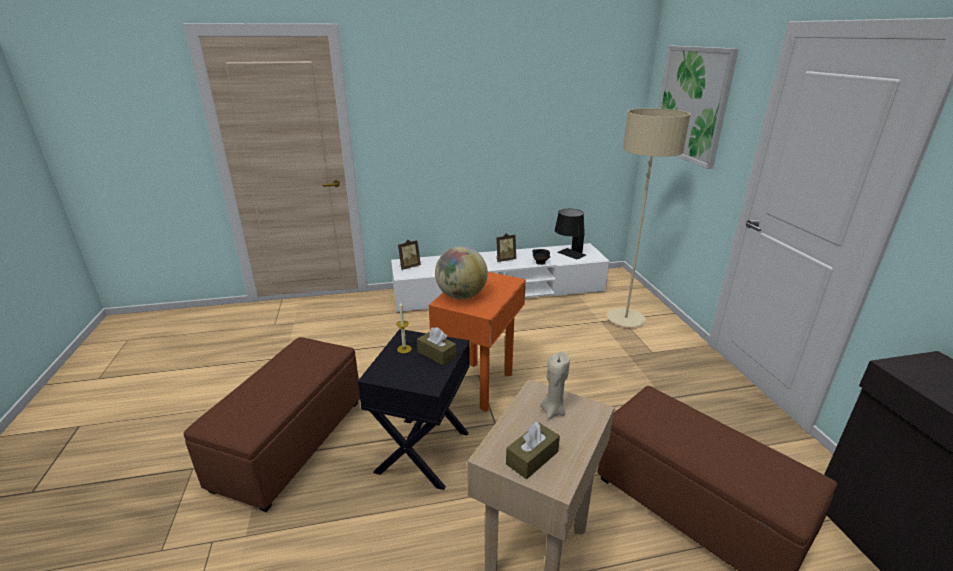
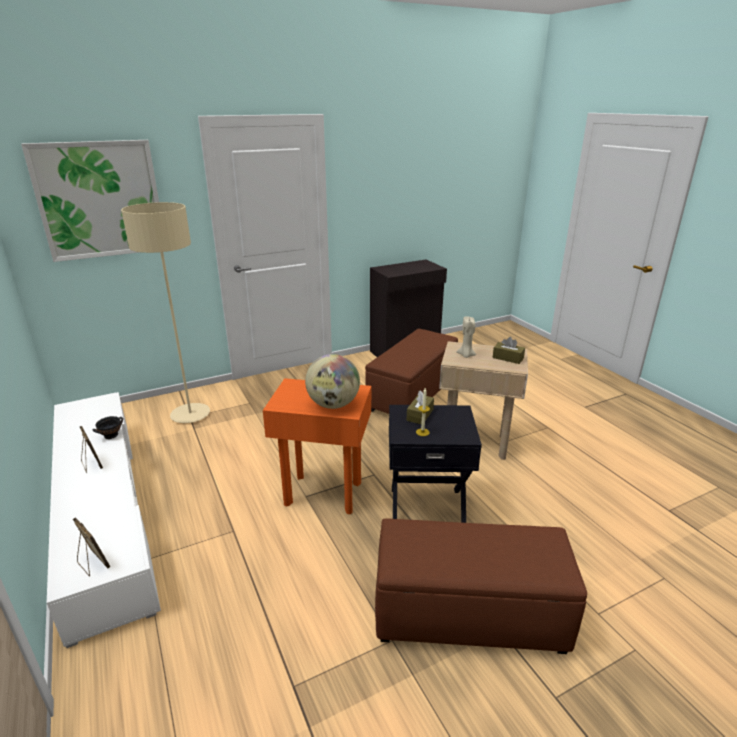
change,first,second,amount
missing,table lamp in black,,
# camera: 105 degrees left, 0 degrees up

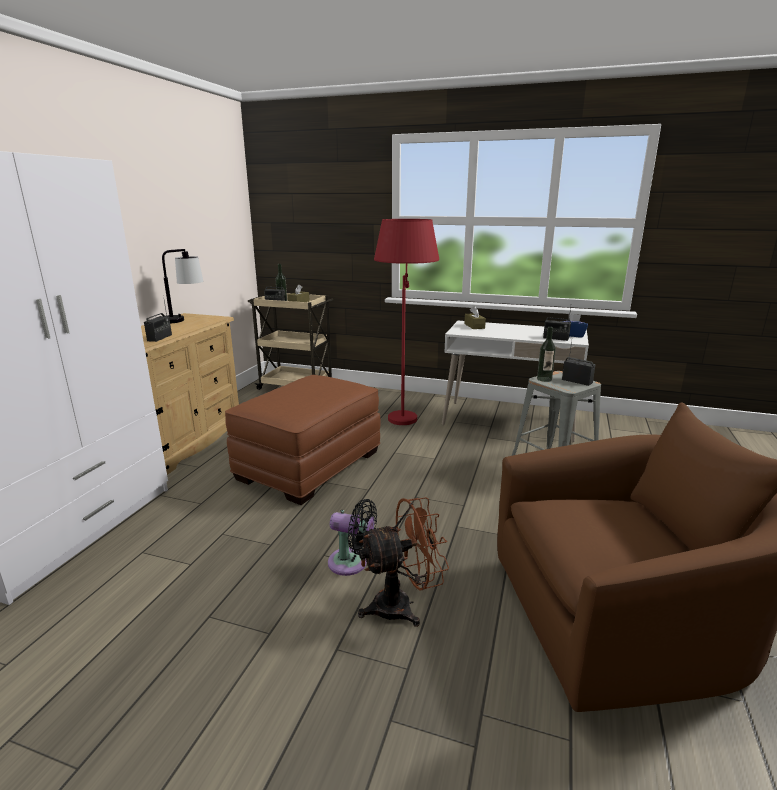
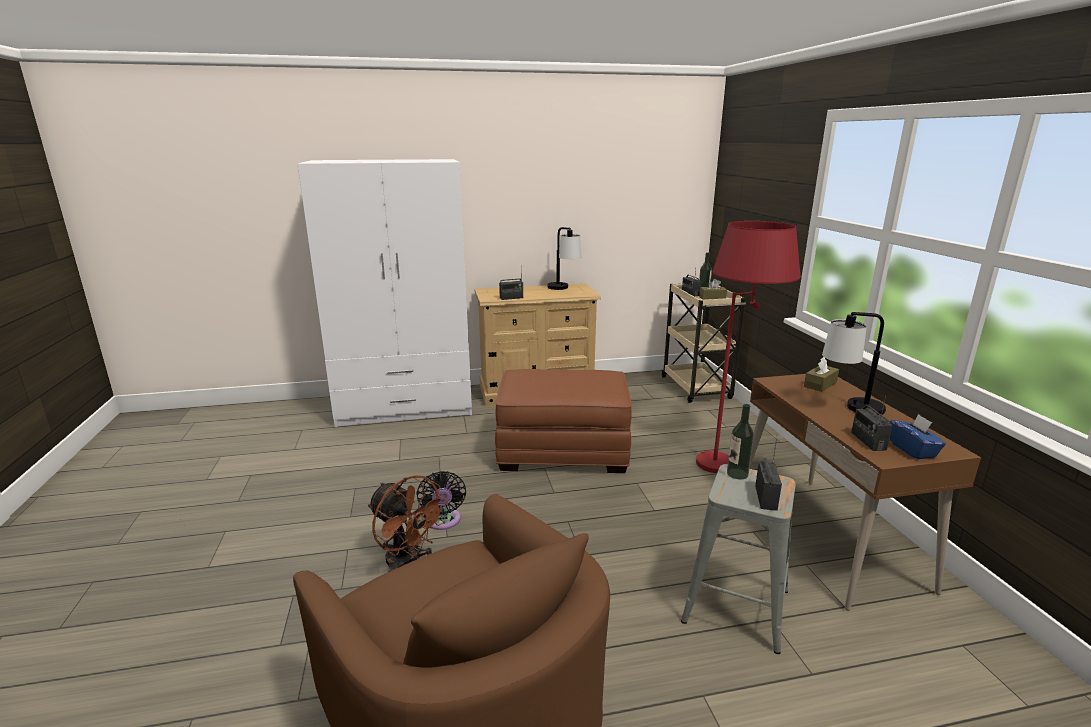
change,first,second,amount
colour,desk in white,desk in brown,
appeared,,table lamp (no. 2 from left),
# camera: 60 degrees right, 0 degrees up

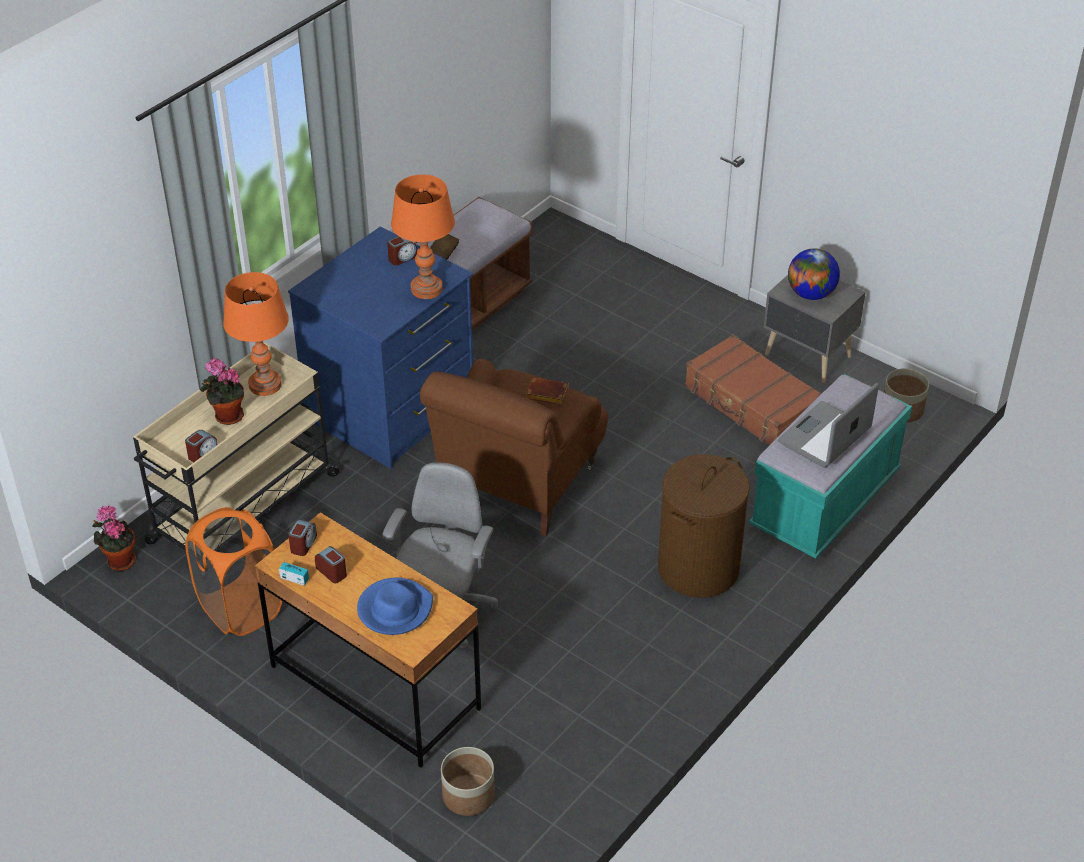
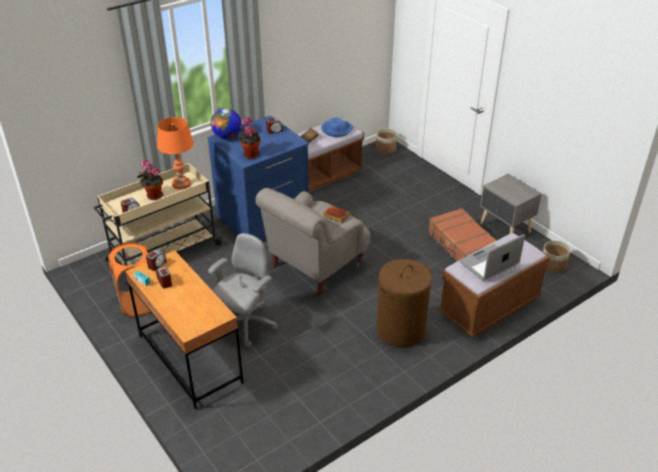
change,first,second,amount
missing,table lamp in orange (no. 2 from left),,
relocated,globe,,
colour,armchair in brown,armchair in grey,
colour,bench in turquoise,bench in brown (no. 2 from left),
relocated,potted plant (no. 1 from left in the first image),potted plant (no. 2 from left),
relocated,hat in blue,,
relocated,planter (no. 1 from left),,
# camera: 15 degrees right, 5 degrees down

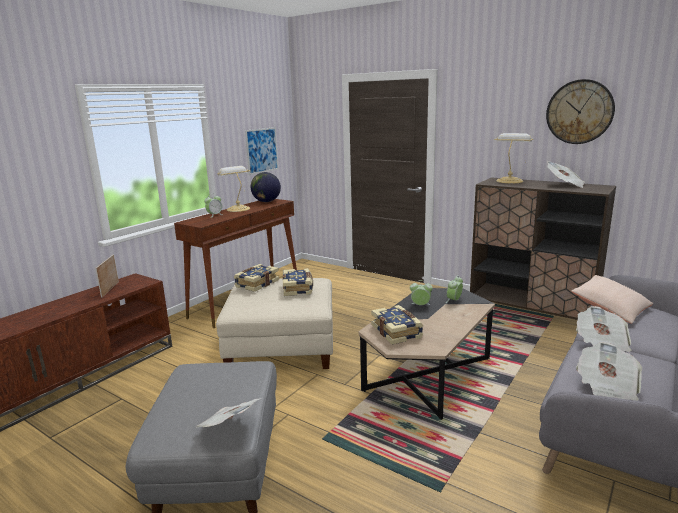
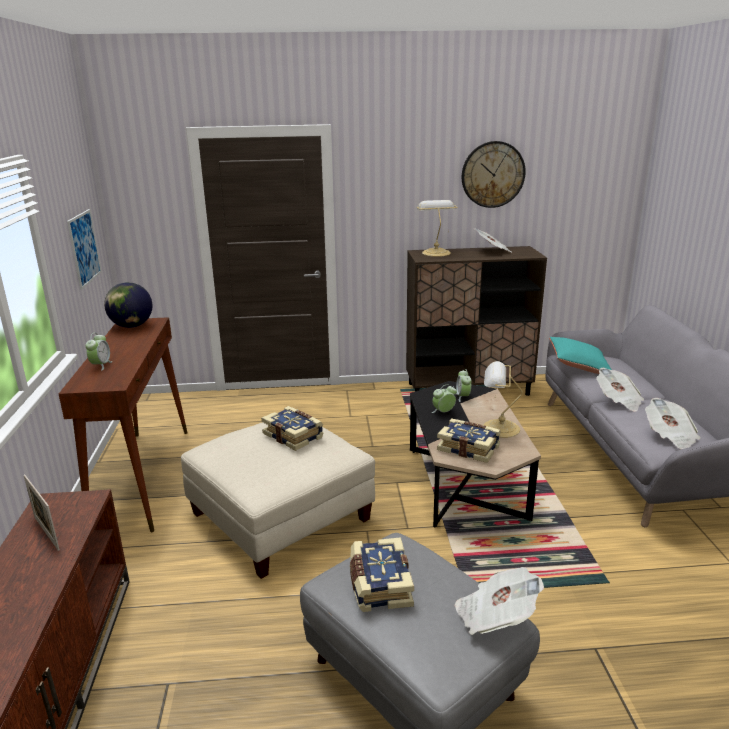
change,first,second,amount
relocated,table lamp (no. 1 from left in the first image),table lamp (no. 2 from left),
relocated,book (no. 1 from left in the first image),book (no. 2 from left),
colour,pillow in beige,pillow in turquoise,
# camera: 40 degrees left, 5 degrees up

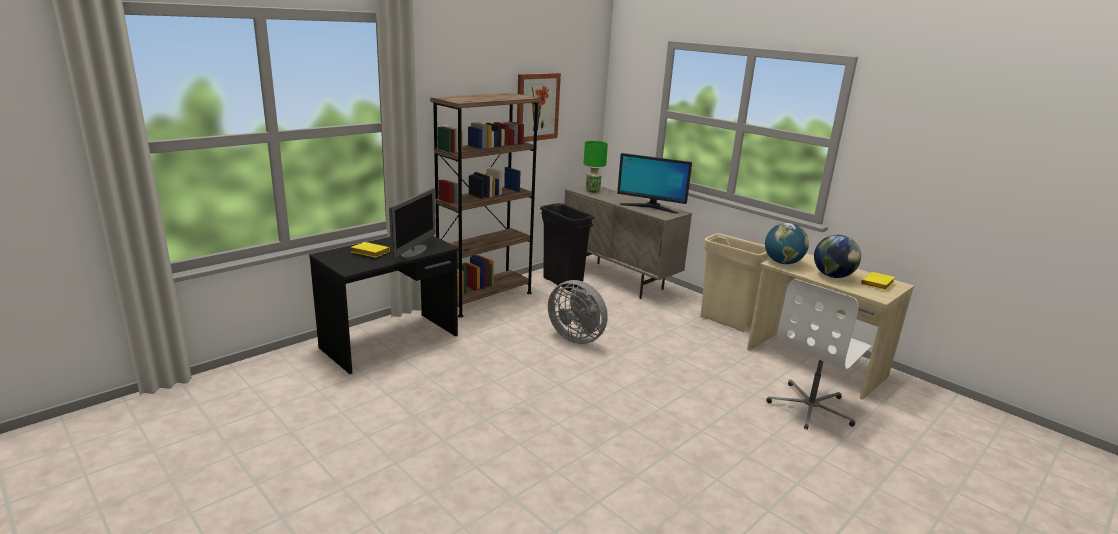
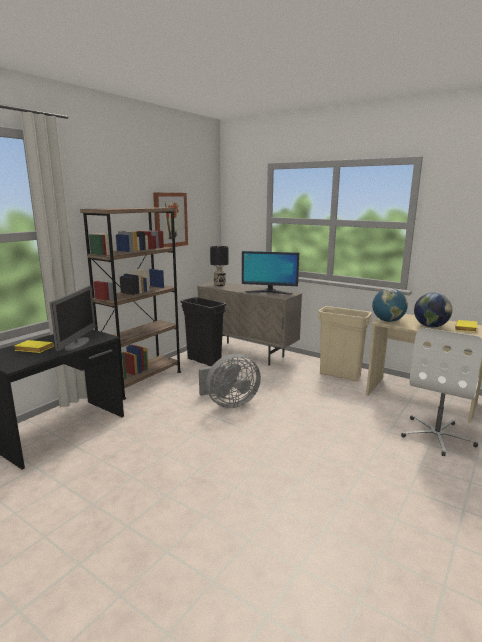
change,first,second,amount
colour,table lamp in green,table lamp in black,
spun,fan in grey,,45 degrees counterclockwise
# camera: 10 degrees left, 5 degrees down

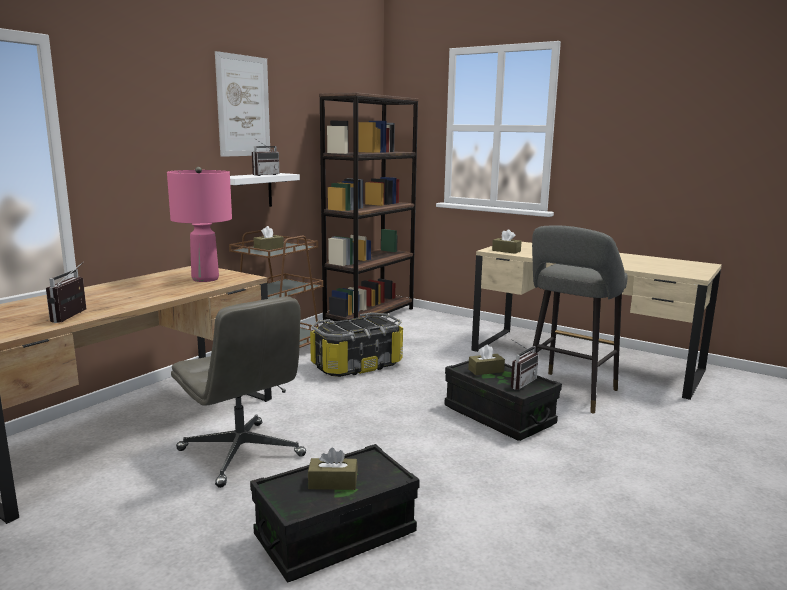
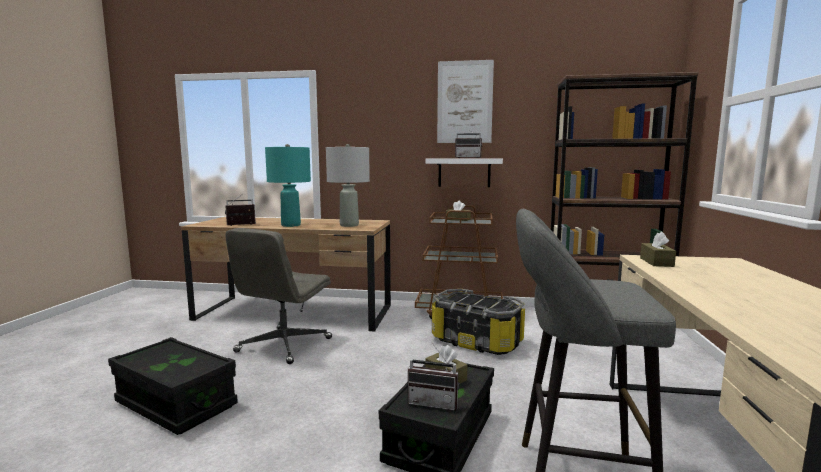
change,first,second,amount
colour,table lamp in pink,table lamp in grey,
missing,tissue box in brown (no. 2 from left),,
appeared,,table lamp in turquoise,
# camera: 65 degrees right, 5 degrees down

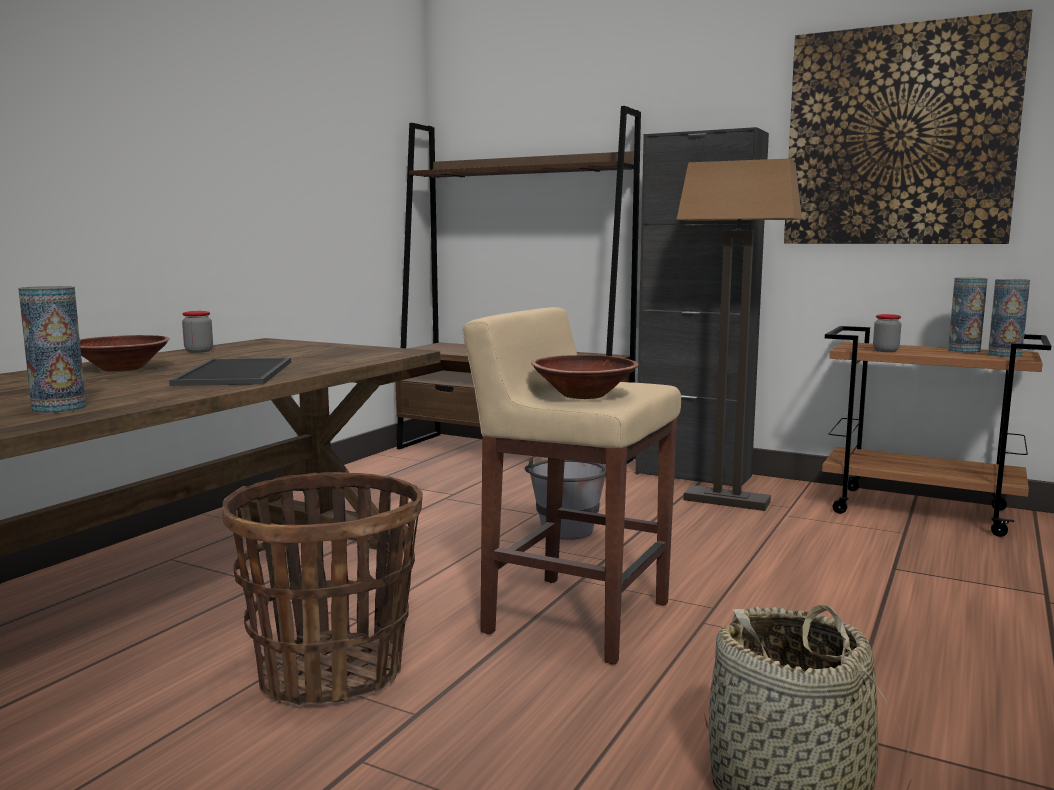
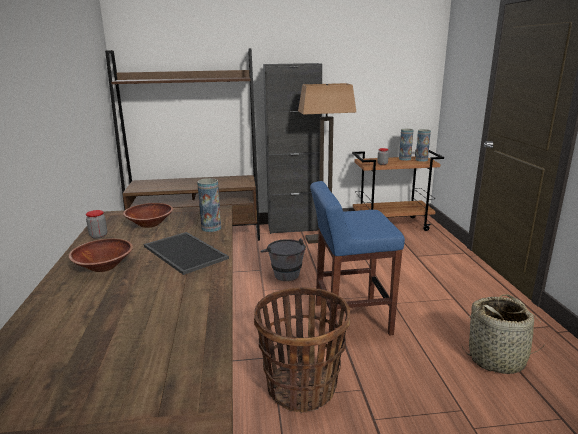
change,first,second,amount
missing,picture,,
relocated,vase (no. 1 from left),,
colour,stool in beige,stool in blue,
relocated,bowl in brown (no. 2 from left),,
# camera: 35 degrees left, 10 degrees up

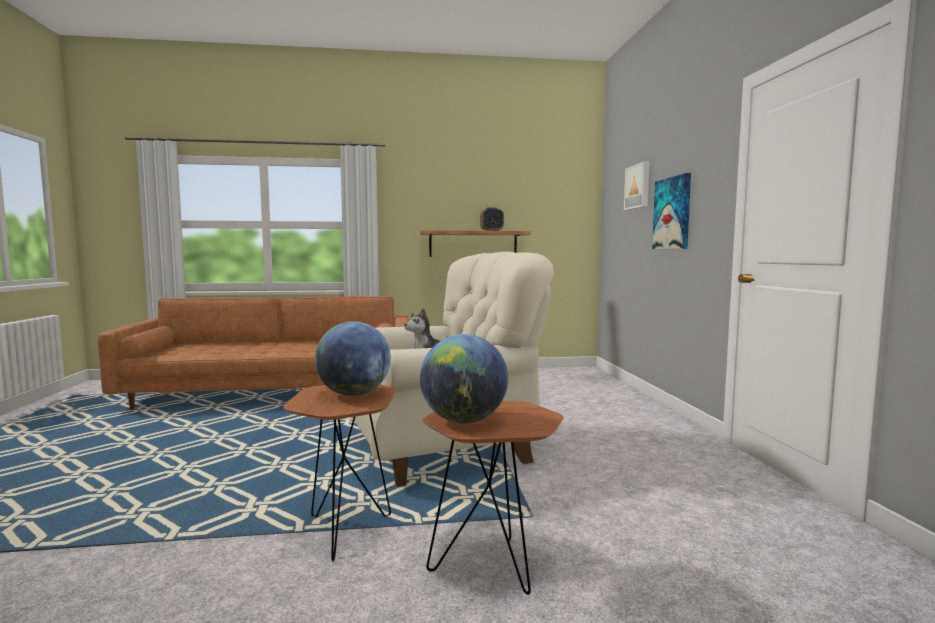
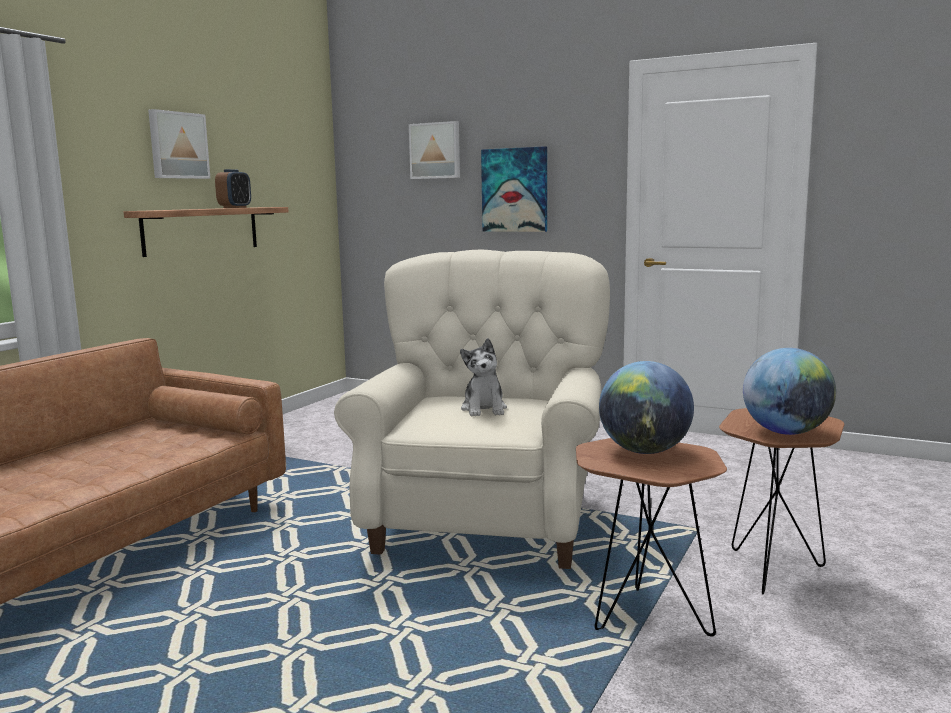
change,first,second,amount
appeared,,picture (no. 1 from left),
# camera: 55 degrees left, 5 degrees up

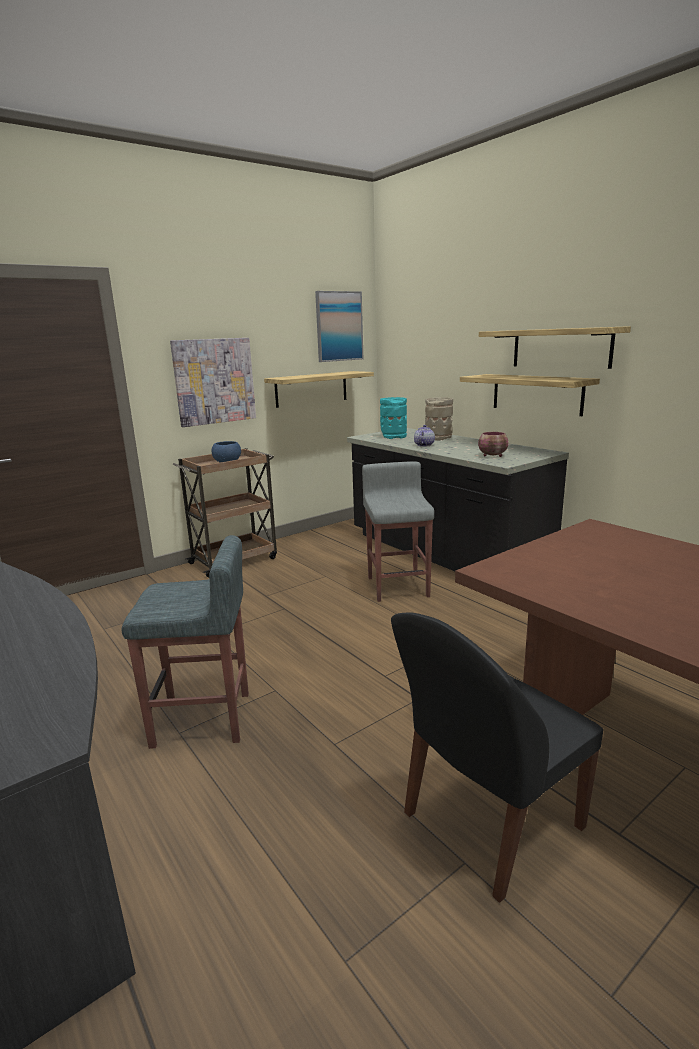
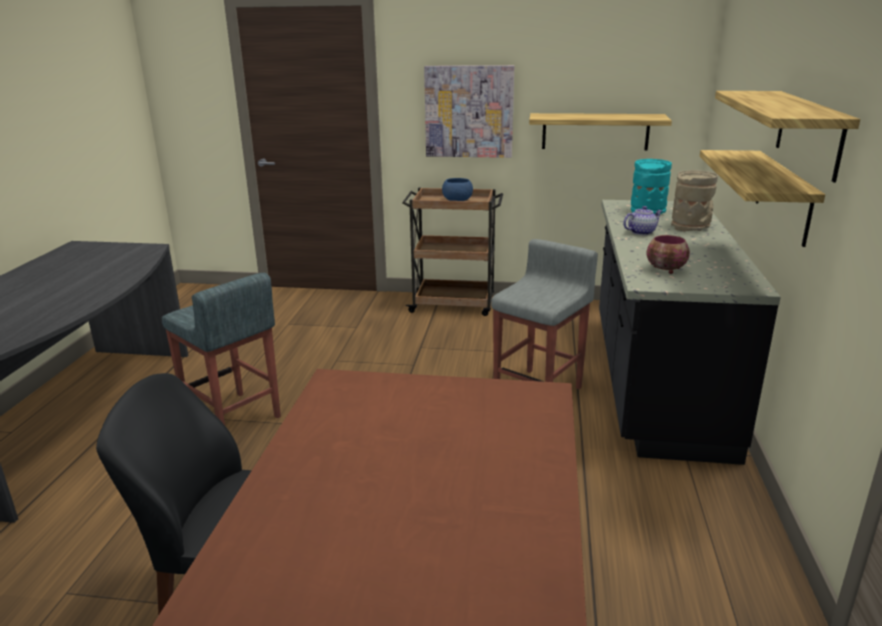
change,first,second,amount
missing,picture (no. 2 from left),,
# camera: 45 degrees right, 5 degrees up

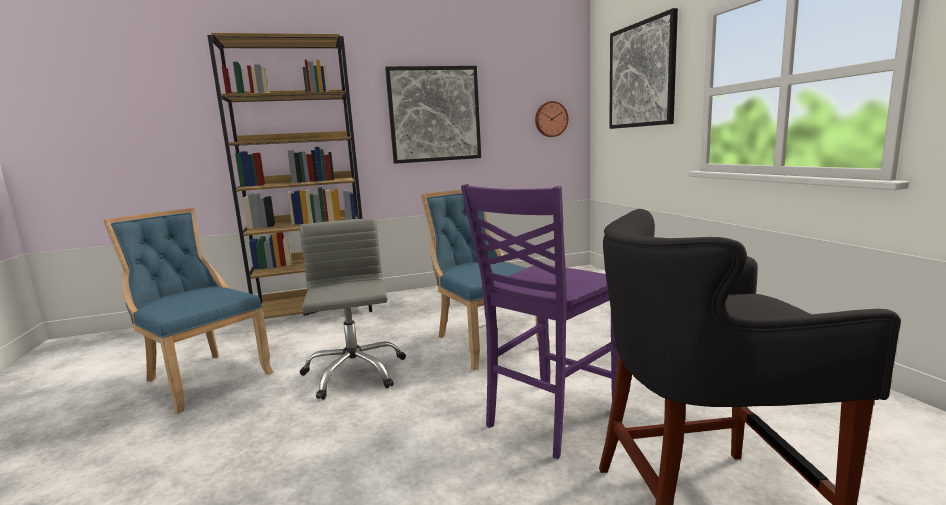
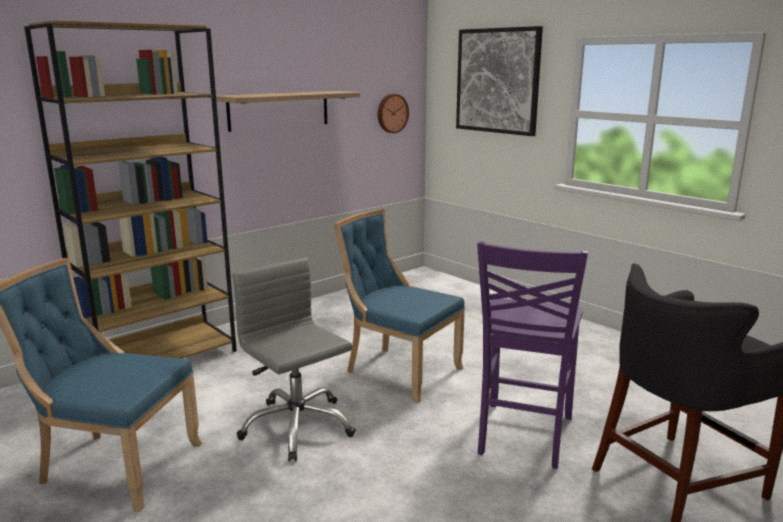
change,first,second,amount
exchanged,picture (no. 1 from left),shelf,
# camera: 25 degrees left, 5 degrees up

